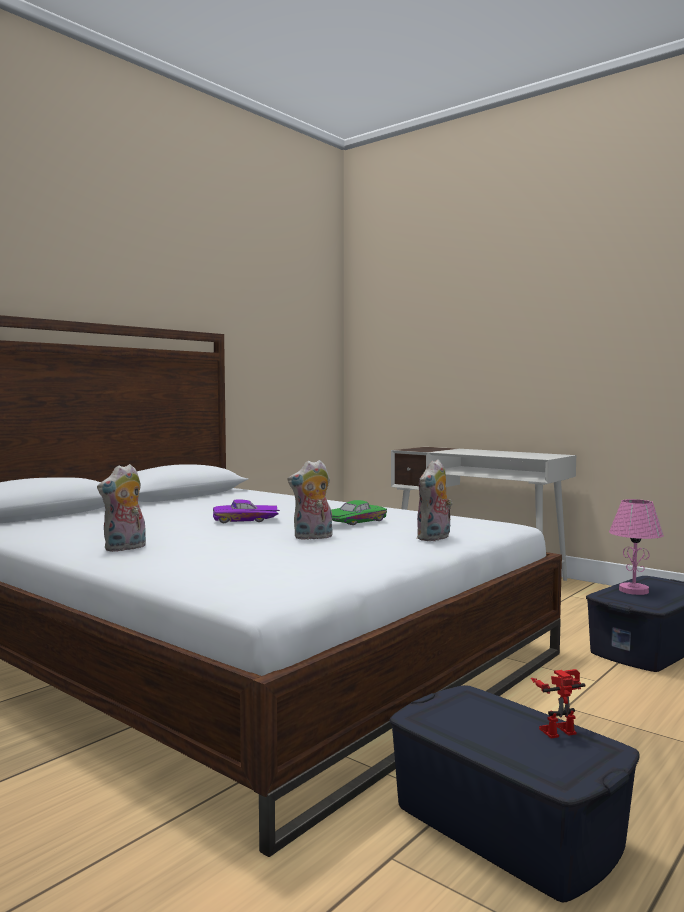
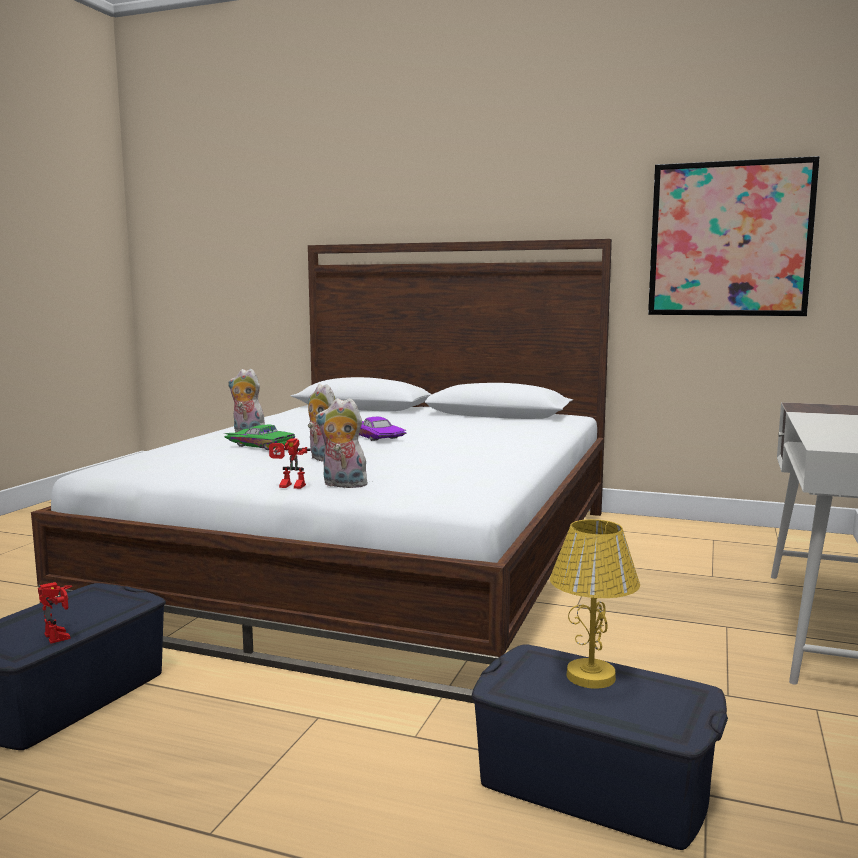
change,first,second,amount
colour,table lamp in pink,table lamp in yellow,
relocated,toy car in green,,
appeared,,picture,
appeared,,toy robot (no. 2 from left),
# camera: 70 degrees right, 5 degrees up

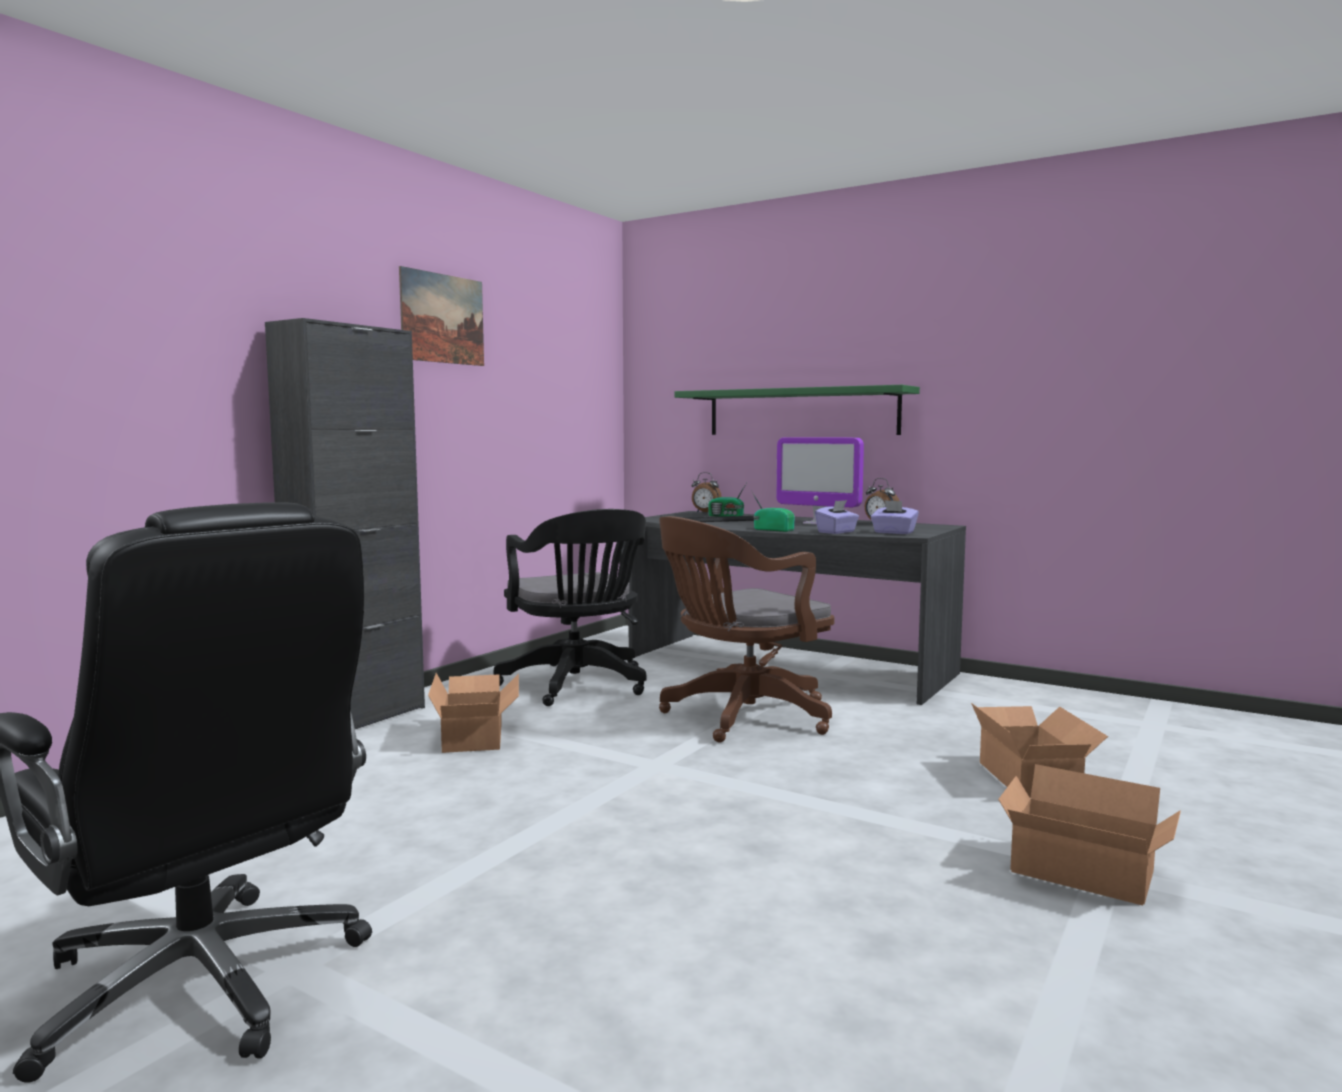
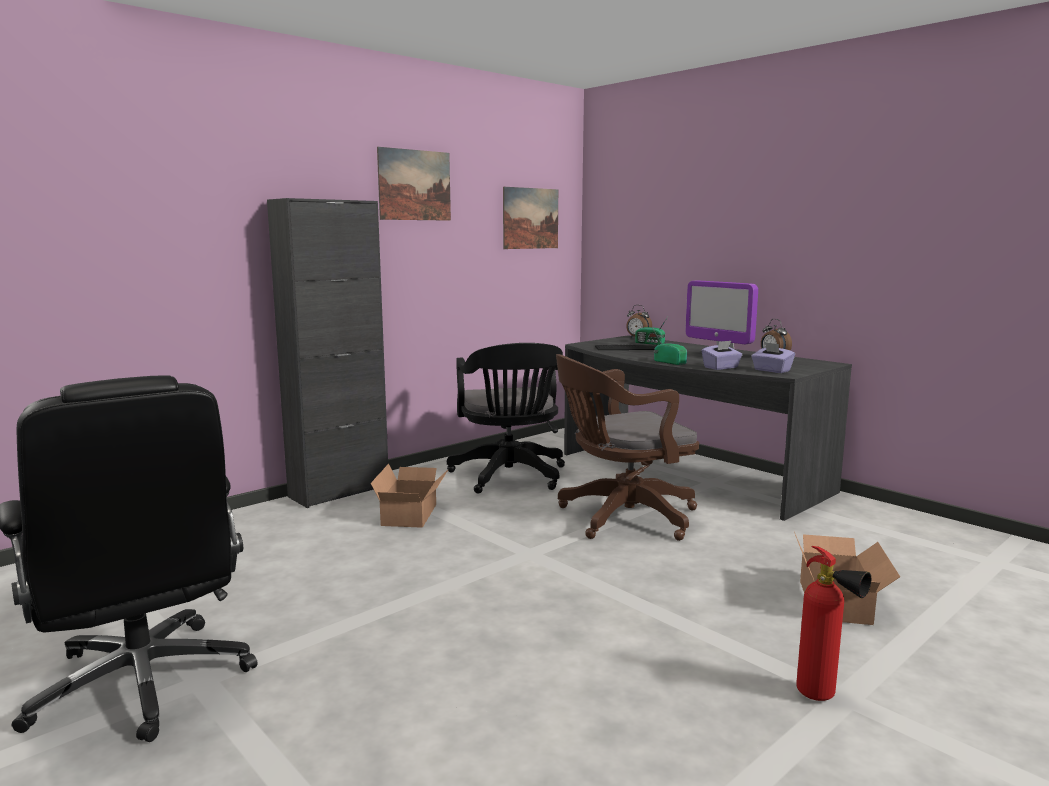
change,first,second,amount
missing,shelf in green,,
exchanged,cardboard box (no. 3 from left),fire extinguisher,
appeared,,picture (no. 2 from left),
# camera: 15 degrees right, 5 degrees up

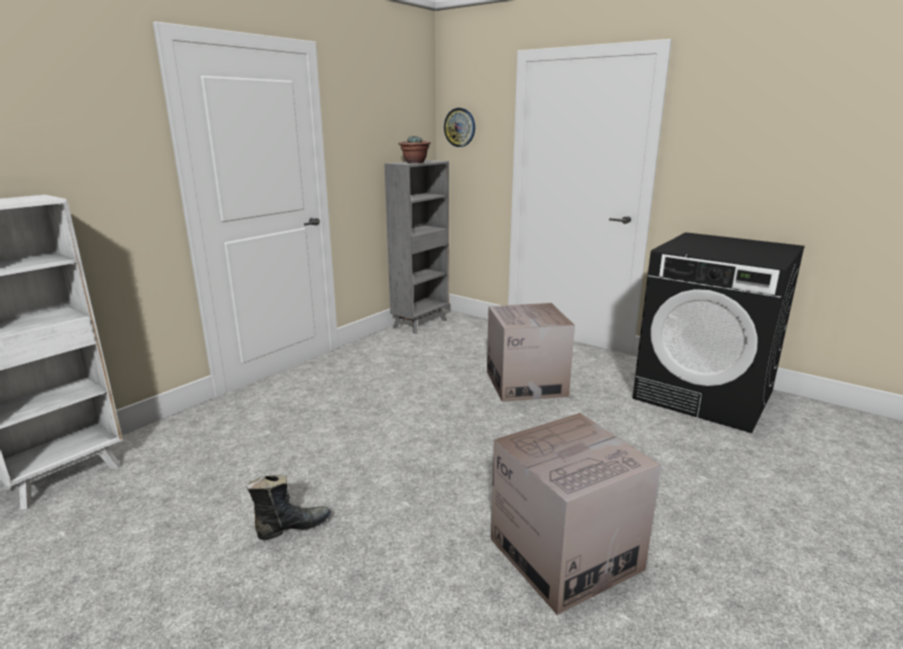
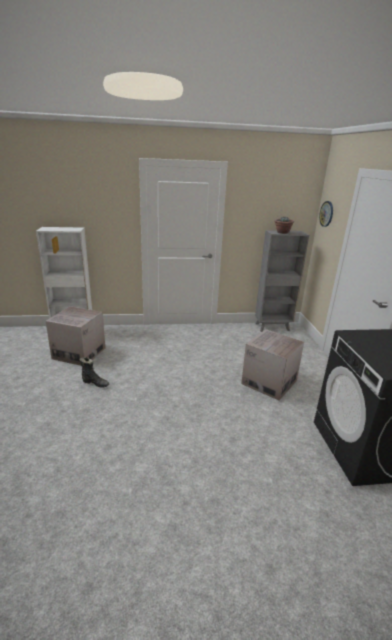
change,first,second,amount
relocated,cardboard box (no. 2 from left in the first image),cardboard box (no. 1 from left),
# camera: 45 degrees right, 5 degrees up

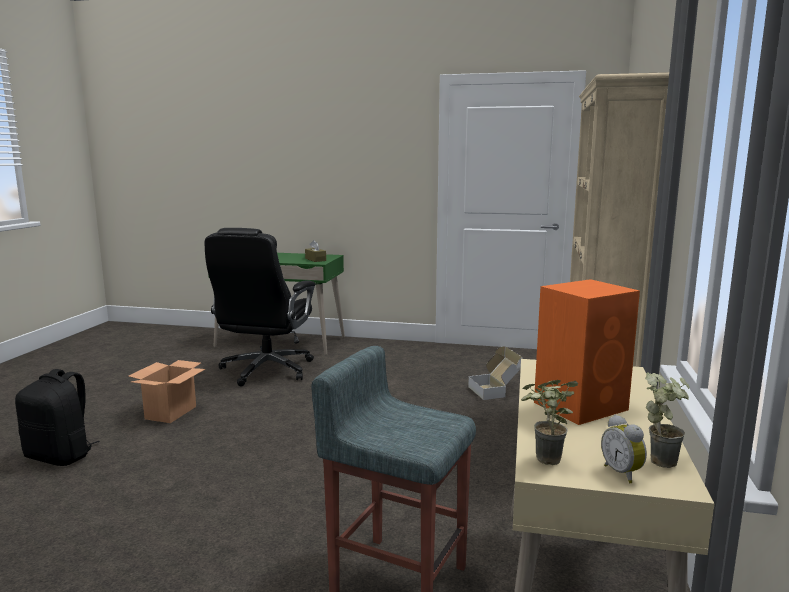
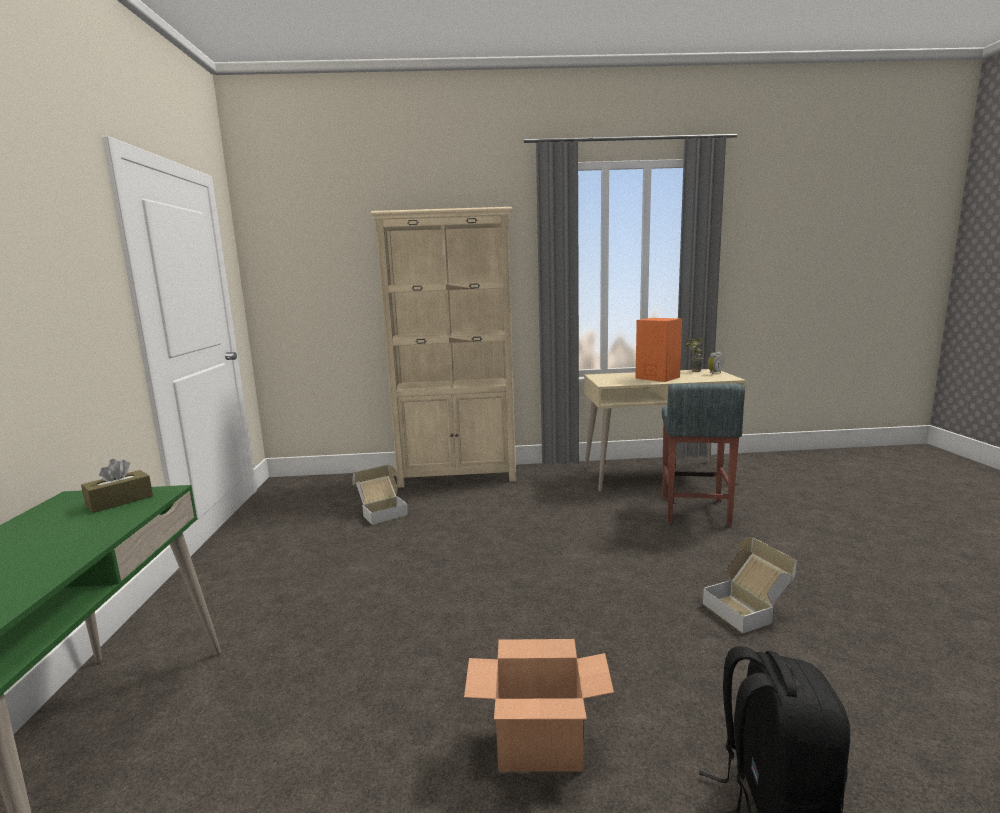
change,first,second,amount
missing,office chair in black,,
missing,potted plant (no. 1 from left),,
appeared,,cardboard box (no. 3 from left),
# camera: 105 degrees left, 0 degrees up

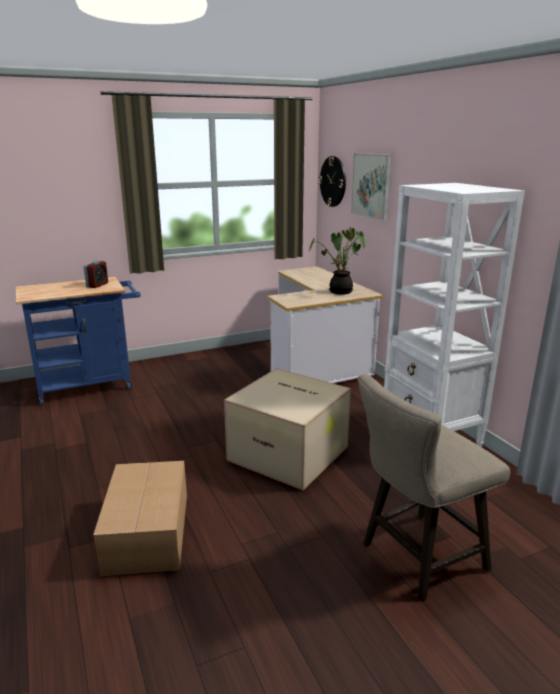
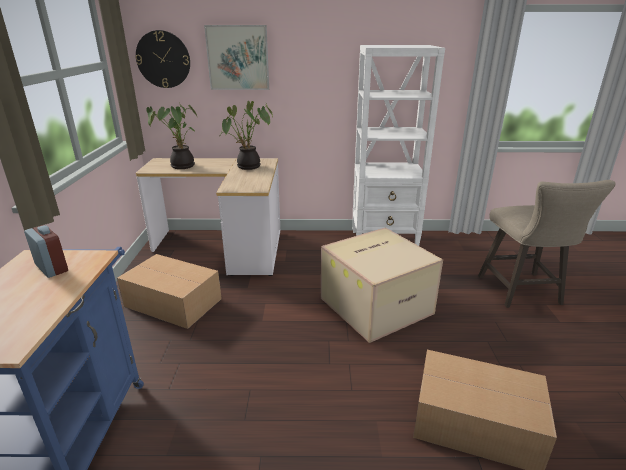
change,first,second,amount
appeared,,potted plant (no. 1 from left),
appeared,,cardboard box (no. 1 from left),
# camera: 65 degrees left, 5 degrees up

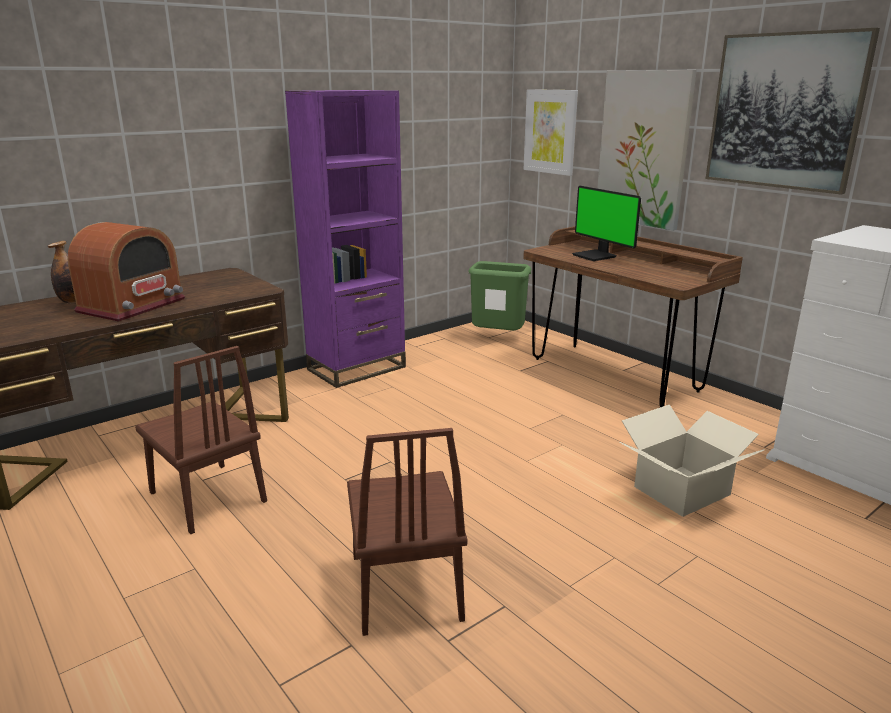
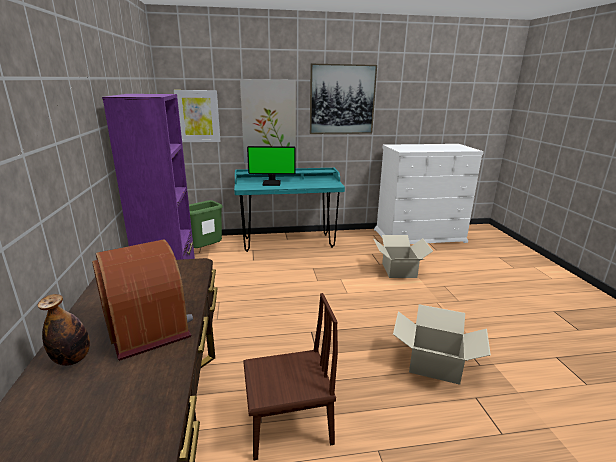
change,first,second,amount
colour,desk in brown (no. 2 from left),desk in turquoise,
exchanged,chair in brown (no. 2 from left),cardboard box (no. 2 from left),
# camera: 60 degrees left, 0 degrees up

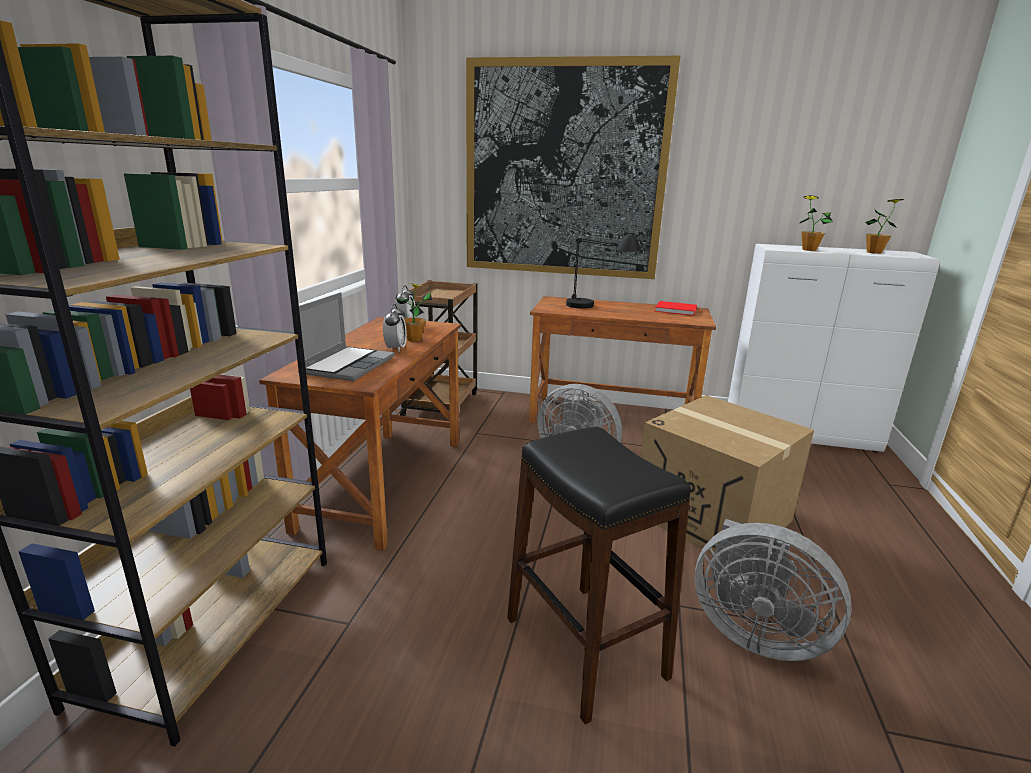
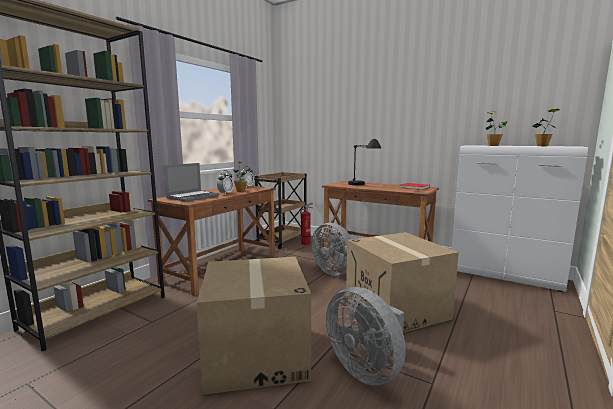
change,first,second,amount
missing,picture,,
exchanged,stool in black,cardboard box (no. 1 from left),
appeared,,fire extinguisher,
# camera: 20 degrees right, 10 degrees down

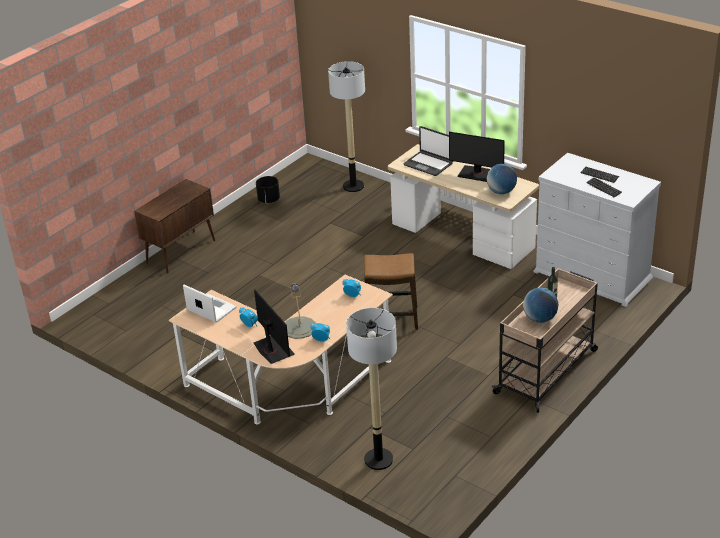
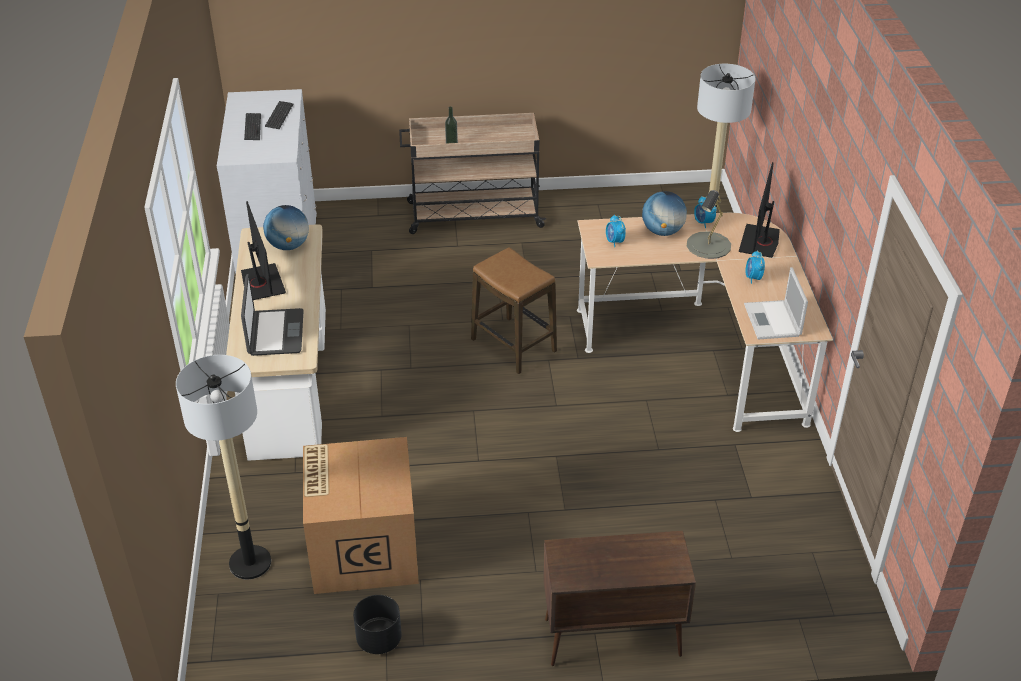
change,first,second,amount
relocated,globe (no. 2 from left),,
appeared,,cardboard box,
# camera: 135 degrees left, 5 degrees up

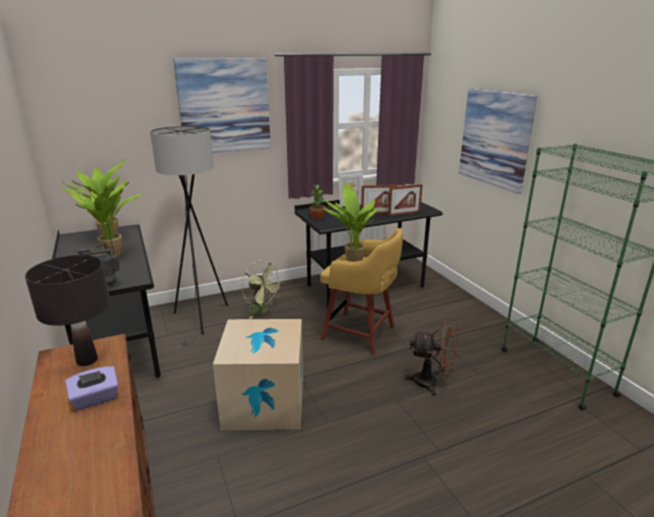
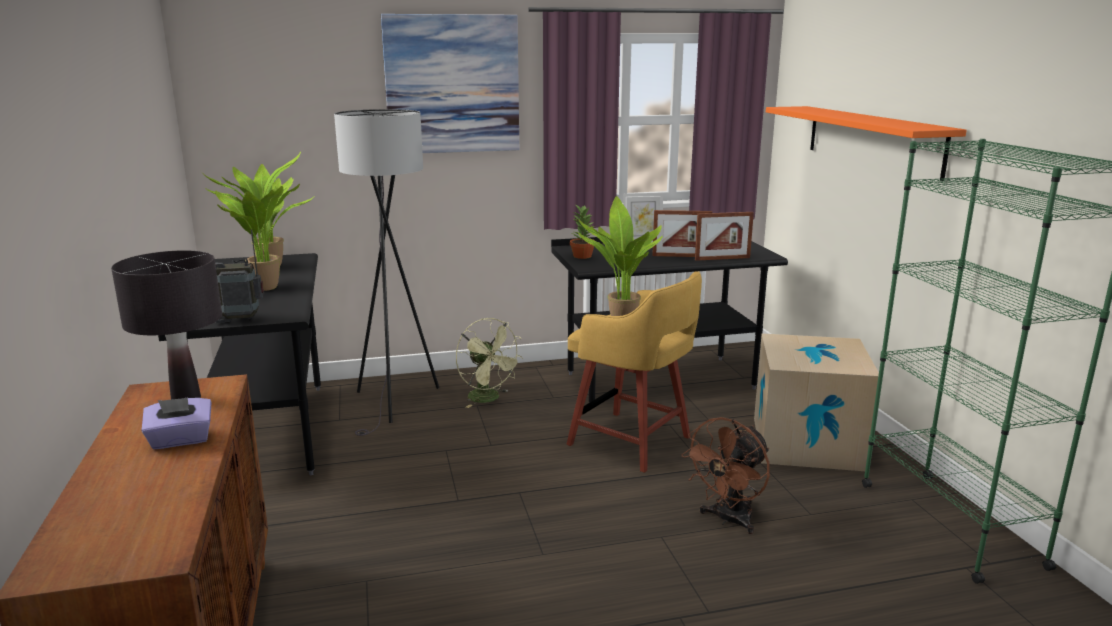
change,first,second,amount
exchanged,picture (no. 2 from left),shelf in orange,
relocated,cardboard box,,
spun,fan in brown,,105 degrees clockwise
# camera: 10 degrees right, 5 degrees down

